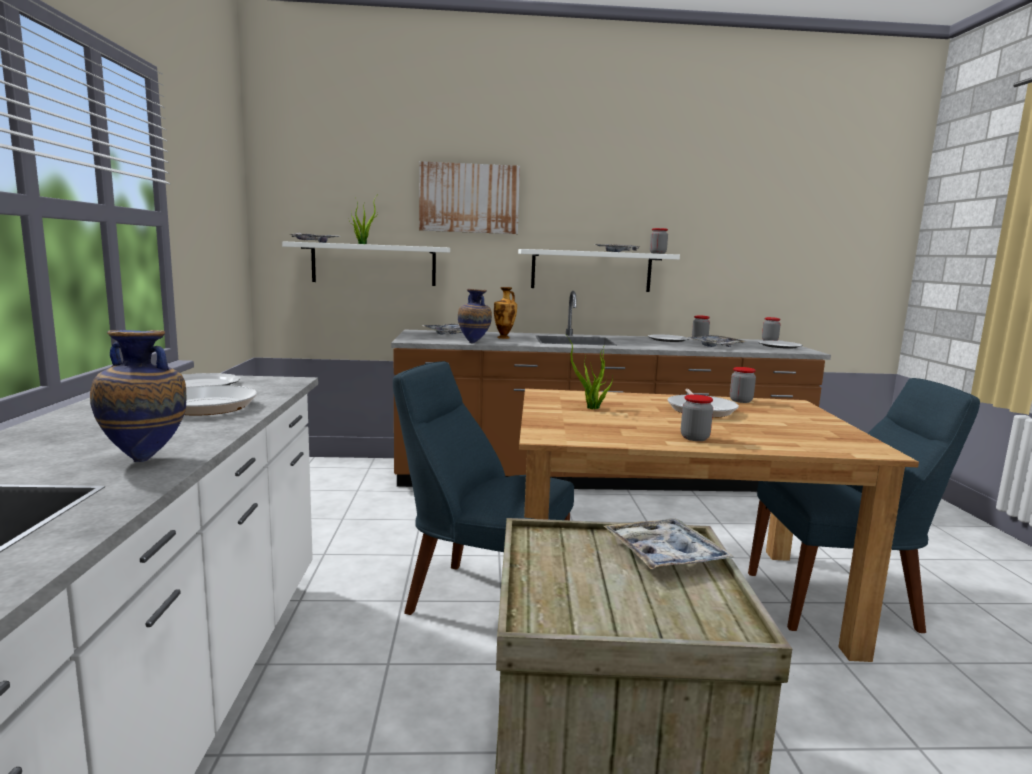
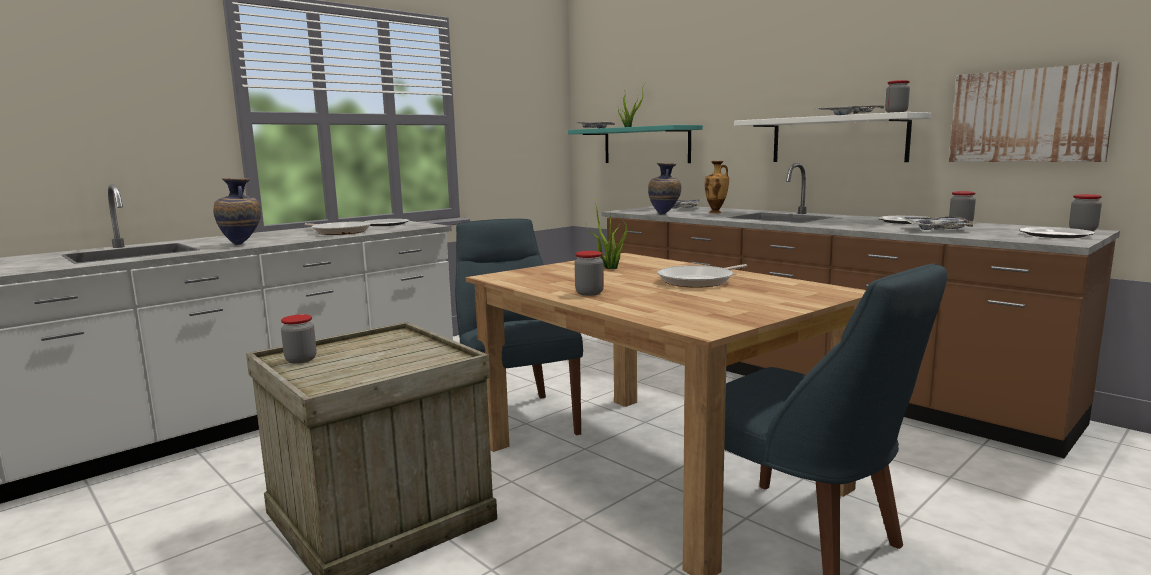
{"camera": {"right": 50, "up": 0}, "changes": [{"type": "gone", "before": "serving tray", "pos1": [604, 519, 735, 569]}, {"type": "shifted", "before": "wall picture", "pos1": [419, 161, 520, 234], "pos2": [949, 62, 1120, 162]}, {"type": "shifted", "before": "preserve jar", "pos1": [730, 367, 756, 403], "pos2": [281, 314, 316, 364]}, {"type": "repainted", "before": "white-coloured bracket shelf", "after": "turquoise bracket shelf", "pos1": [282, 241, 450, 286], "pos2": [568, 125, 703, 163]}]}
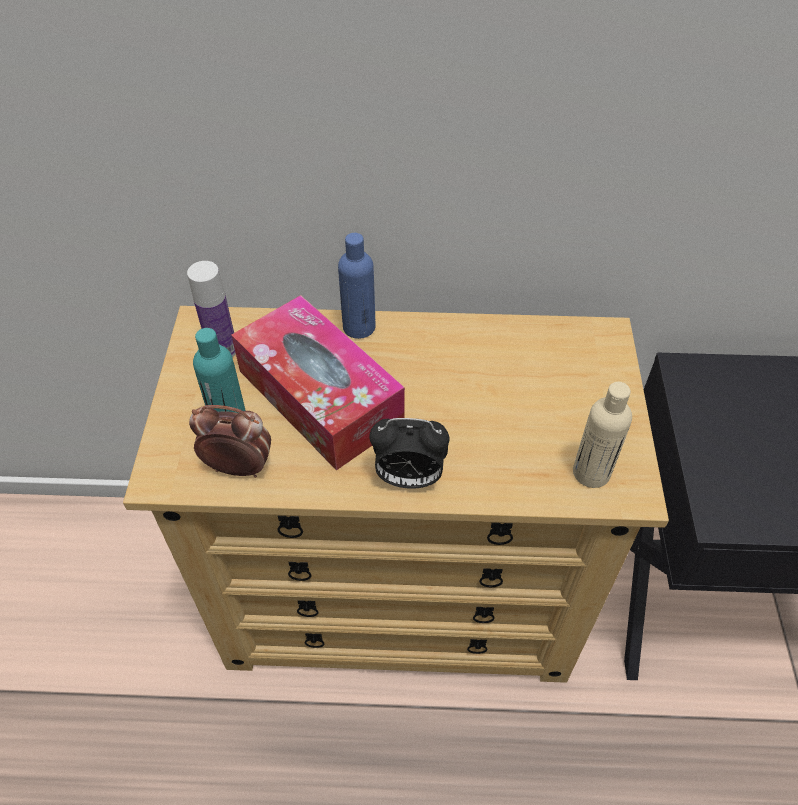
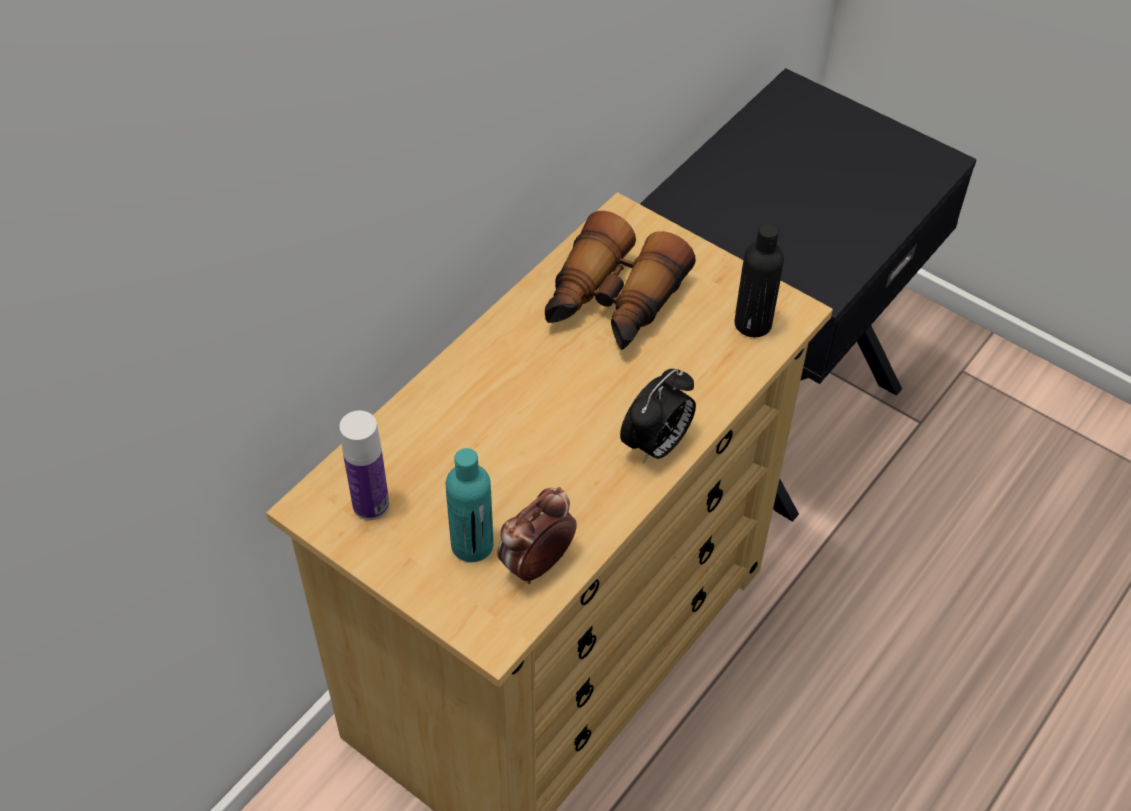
{"camera": {"right": -55, "up": 0}, "changes": [{"type": "gone", "before": "tissue box", "pos1": [231, 295, 405, 470]}, {"type": "gone", "before": "blue-coloured beverage bottle", "pos1": [338, 233, 376, 339]}, {"type": "new", "after": "pair of binoculars", "pos2": [545, 211, 696, 350]}, {"type": "repainted", "before": "beige-coloured beverage bottle", "after": "black beverage bottle", "pos1": [573, 382, 632, 488], "pos2": [734, 223, 784, 337]}]}
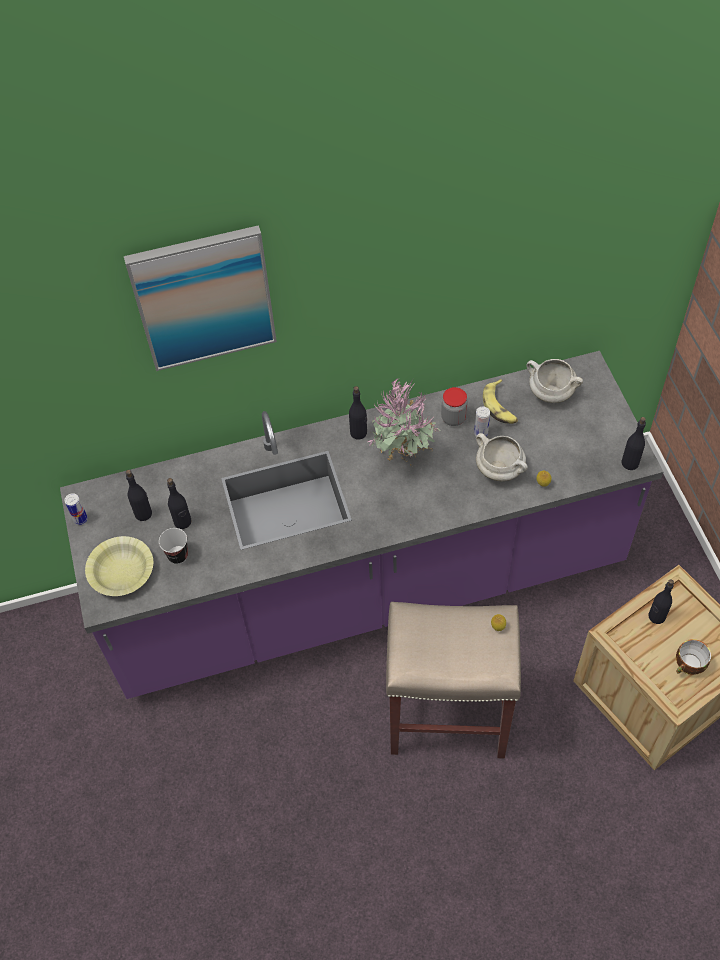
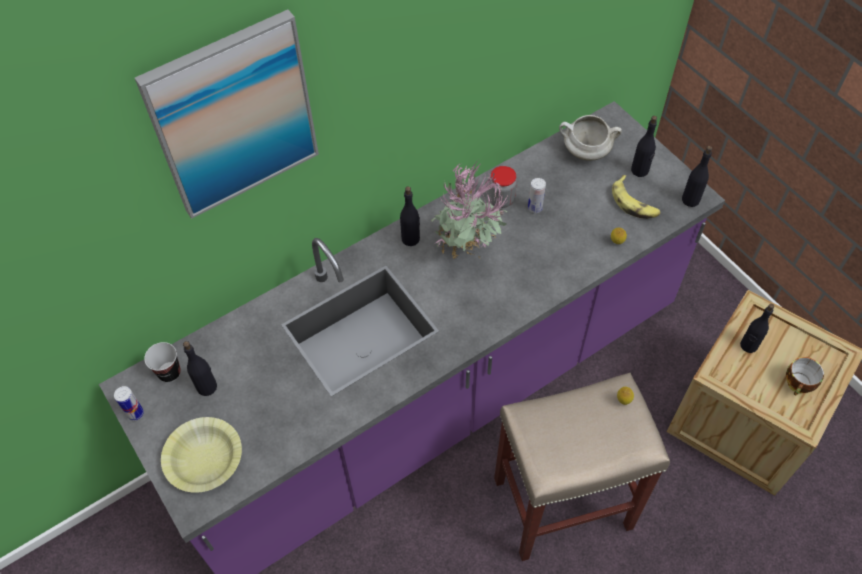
{"camera": {"right": -20, "up": 0}, "changes": [{"type": "gone", "before": "white-coloured cooking pot", "pos1": [476, 433, 528, 481]}, {"type": "shifted", "before": "cup", "pos1": [159, 528, 188, 564], "pos2": [144, 342, 181, 382]}, {"type": "shifted", "before": "black beverage bottle", "pos1": [167, 478, 191, 529], "pos2": [631, 116, 657, 177]}, {"type": "shifted", "before": "whole banana", "pos1": [483, 379, 518, 424], "pos2": [612, 175, 661, 219]}]}
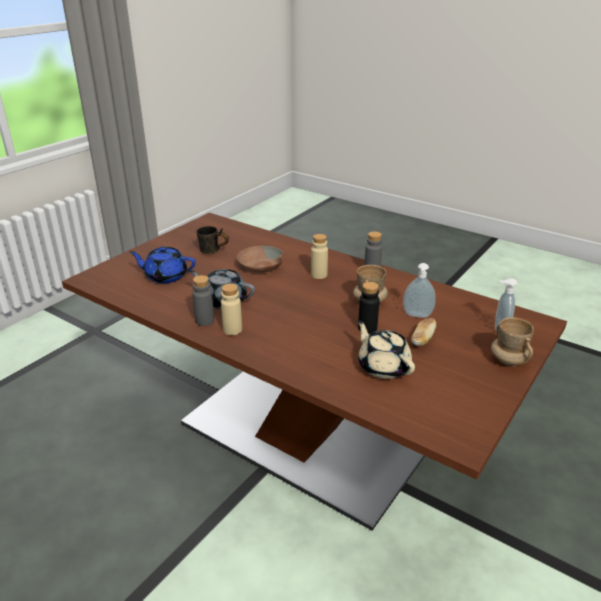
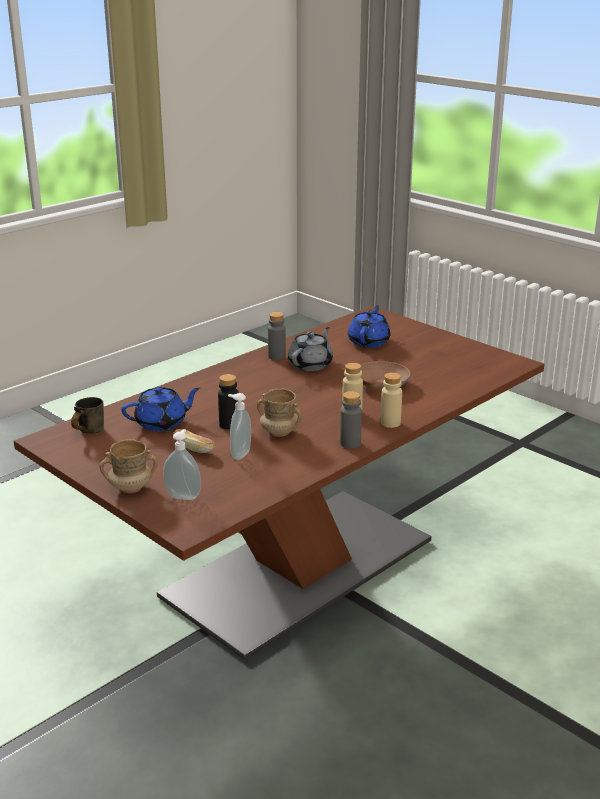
{"camera": {"right": 100, "up": -5}, "changes": [{"type": "shifted", "before": "gray mug", "pos1": [197, 226, 229, 254], "pos2": [71, 397, 104, 434]}, {"type": "shifted", "before": "beige-coloured beverage bottle", "pos1": [221, 284, 242, 335], "pos2": [381, 373, 402, 428]}, {"type": "repainted", "before": "beige-coloured pot for tea", "after": "blue-coloured pot for tea", "pos1": [357, 320, 415, 379], "pos2": [121, 386, 200, 431]}]}
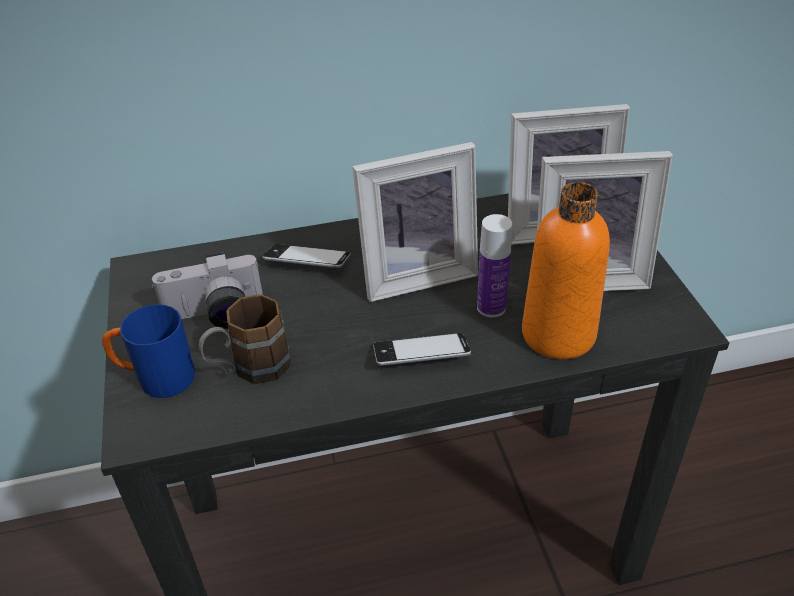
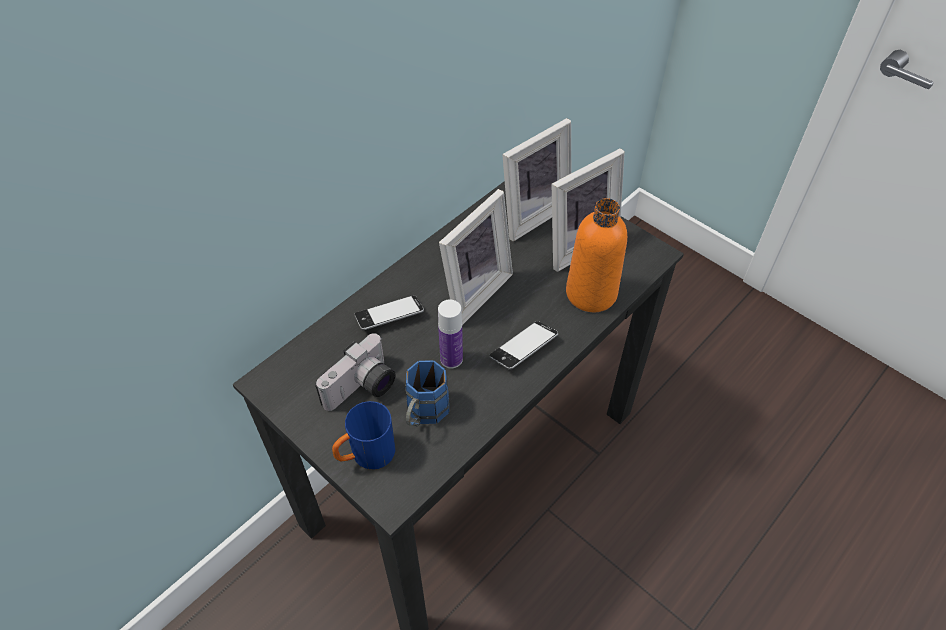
{"camera": {"right": -35, "up": 10}, "changes": [{"type": "shifted", "before": "beverage bottle", "pos1": [477, 214, 512, 317], "pos2": [438, 299, 463, 368]}, {"type": "repainted", "before": "brown-coloured mug", "after": "blue-coloured mug", "pos1": [199, 294, 291, 384], "pos2": [405, 360, 449, 427]}]}
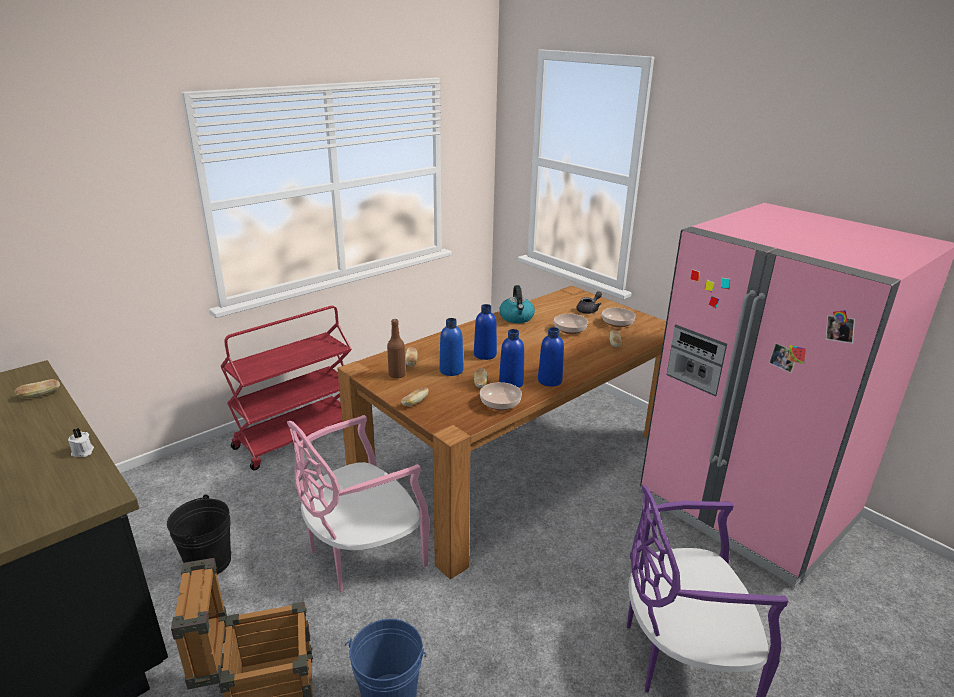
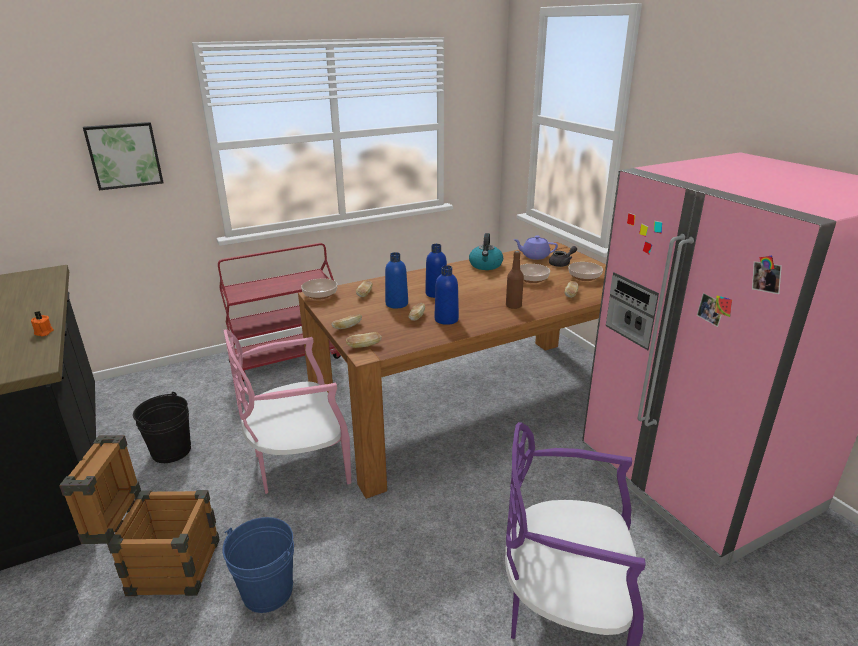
{"camera": {"right": 15, "up": 0}, "changes": [{"type": "gone", "before": "blue-coloured beverage bottle", "pos1": [538, 327, 564, 387]}, {"type": "new", "after": "wall picture", "pos2": [83, 122, 164, 191]}, {"type": "new", "after": "purple-coloured pot for tea", "pos2": [513, 236, 558, 260]}, {"type": "shifted", "before": "bakery bread", "pos1": [15, 379, 60, 398], "pos2": [346, 332, 382, 348]}, {"type": "shifted", "before": "brown-coloured beverage bottle", "pos1": [387, 319, 406, 379], "pos2": [506, 251, 524, 309]}, {"type": "shifted", "before": "bowl", "pos1": [480, 382, 522, 410], "pos2": [301, 278, 337, 300]}, {"type": "repainted", "before": "white-coloured candle", "after": "orangey candle", "pos1": [68, 428, 94, 457], "pos2": [31, 311, 54, 336]}]}
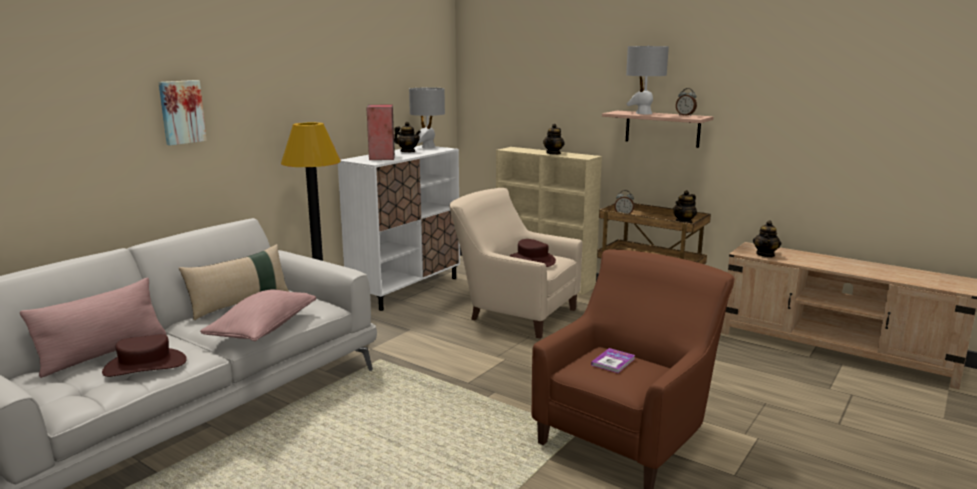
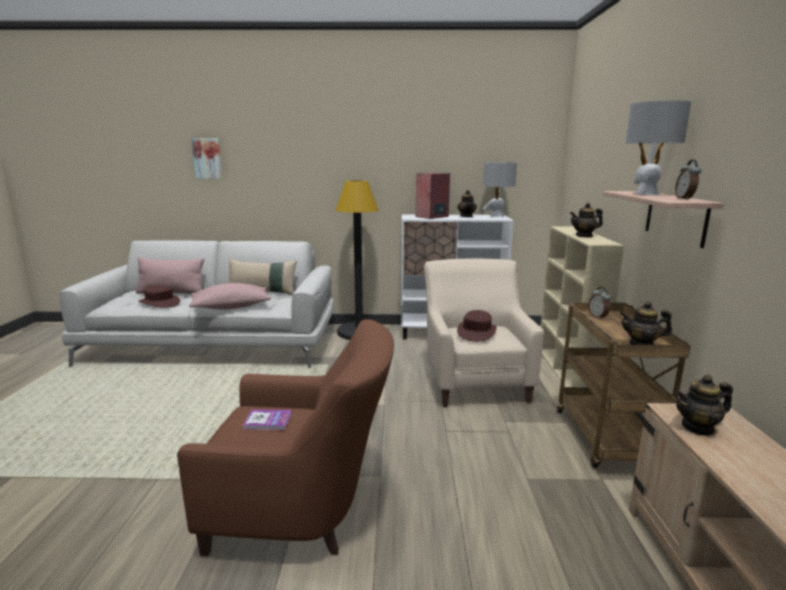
{"camera": {"right": 55, "up": 0}, "changes": [{"type": "shifted", "before": "wall picture", "pos1": [158, 80, 207, 145], "pos2": [191, 138, 223, 179]}]}
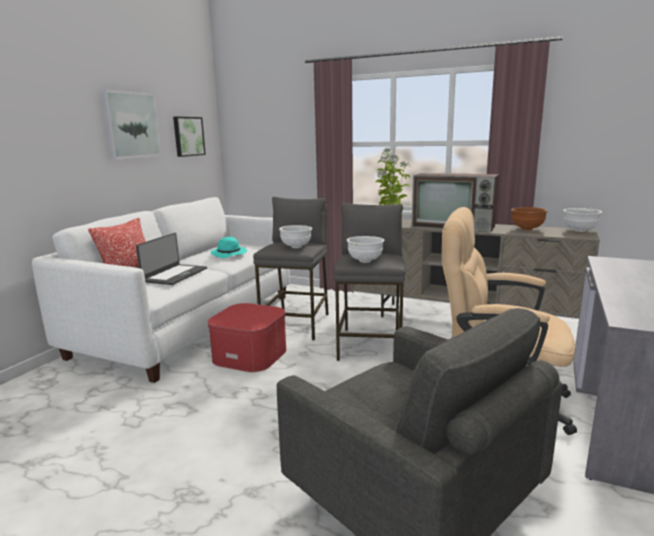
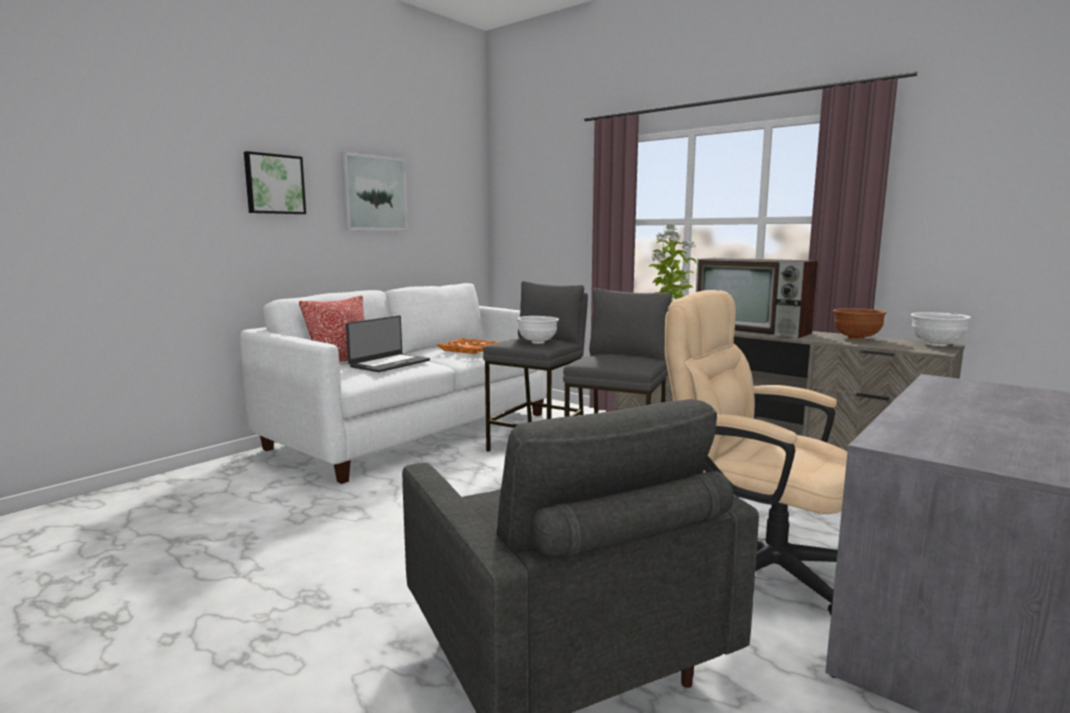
{"camera": {"right": 15, "up": -5}, "changes": [{"type": "gone", "before": "footrest", "pos1": [207, 303, 287, 372]}, {"type": "gone", "before": "white-coloured bowl", "pos1": [347, 236, 384, 263]}, {"type": "shifted", "before": "wall picture", "pos1": [173, 117, 206, 157], "pos2": [244, 151, 306, 214]}, {"type": "swapped", "before": "turquoise hat", "after": "orangey serving tray", "pos1": [211, 237, 247, 258], "pos2": [437, 338, 498, 354]}]}
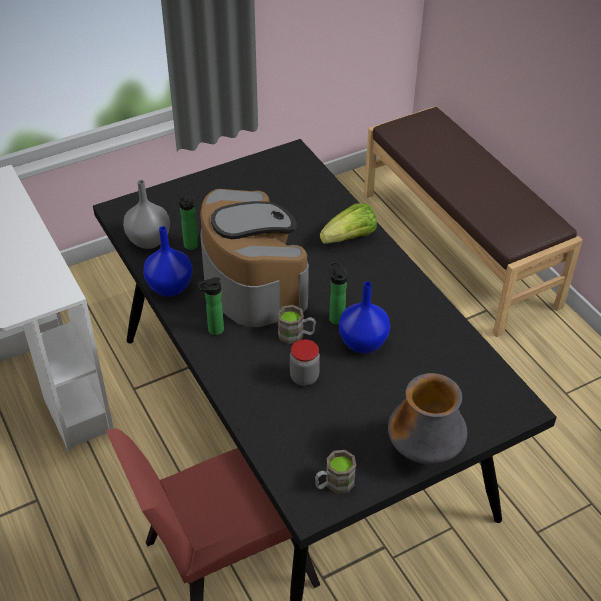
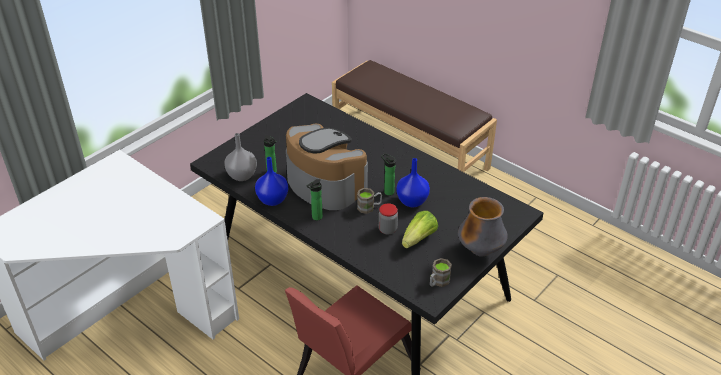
{"camera": {"right": -20, "up": -5}, "changes": [{"type": "shifted", "before": "lettuce head", "pos1": [320, 203, 377, 244], "pos2": [402, 211, 438, 248]}]}
